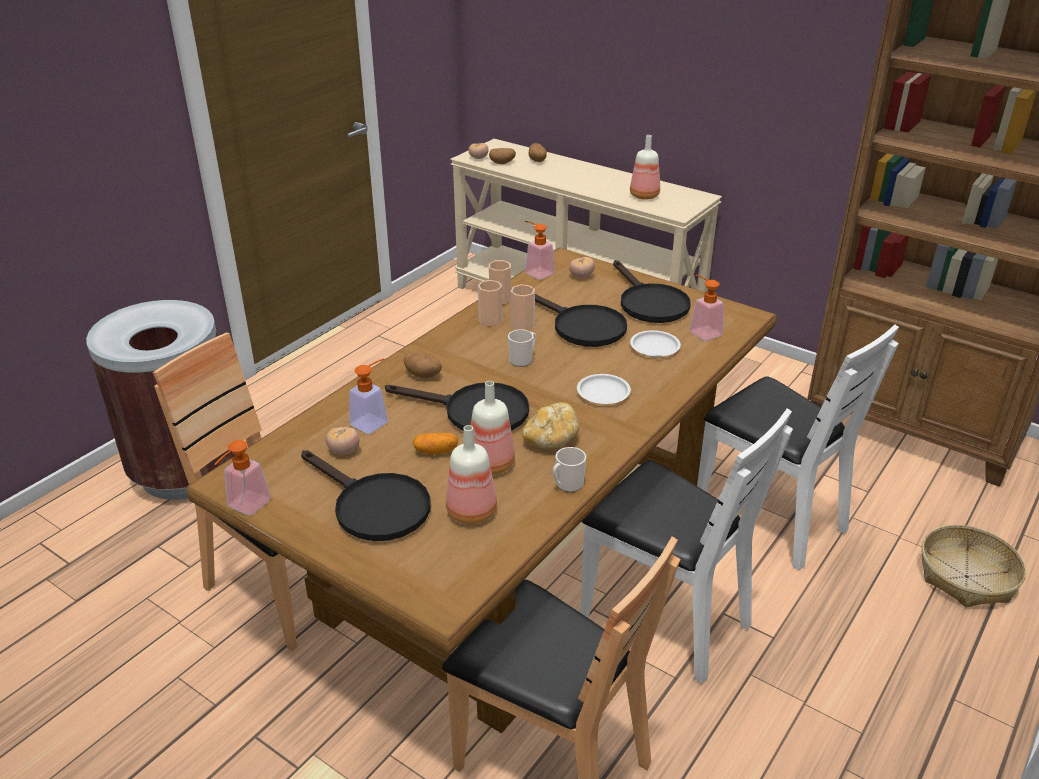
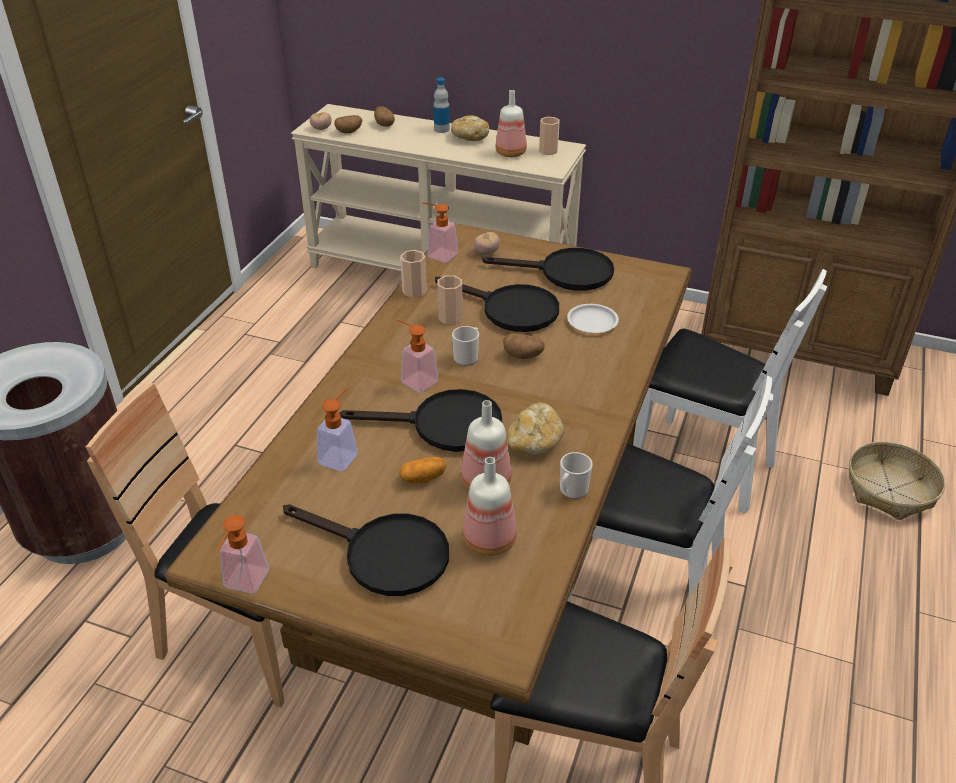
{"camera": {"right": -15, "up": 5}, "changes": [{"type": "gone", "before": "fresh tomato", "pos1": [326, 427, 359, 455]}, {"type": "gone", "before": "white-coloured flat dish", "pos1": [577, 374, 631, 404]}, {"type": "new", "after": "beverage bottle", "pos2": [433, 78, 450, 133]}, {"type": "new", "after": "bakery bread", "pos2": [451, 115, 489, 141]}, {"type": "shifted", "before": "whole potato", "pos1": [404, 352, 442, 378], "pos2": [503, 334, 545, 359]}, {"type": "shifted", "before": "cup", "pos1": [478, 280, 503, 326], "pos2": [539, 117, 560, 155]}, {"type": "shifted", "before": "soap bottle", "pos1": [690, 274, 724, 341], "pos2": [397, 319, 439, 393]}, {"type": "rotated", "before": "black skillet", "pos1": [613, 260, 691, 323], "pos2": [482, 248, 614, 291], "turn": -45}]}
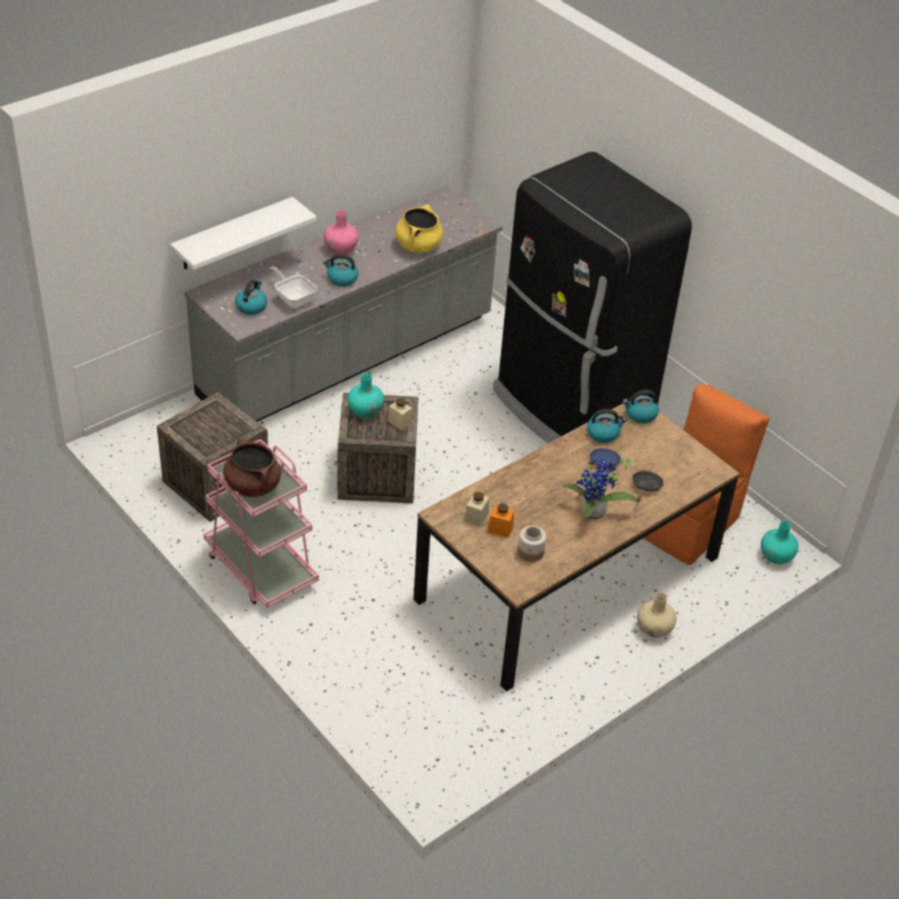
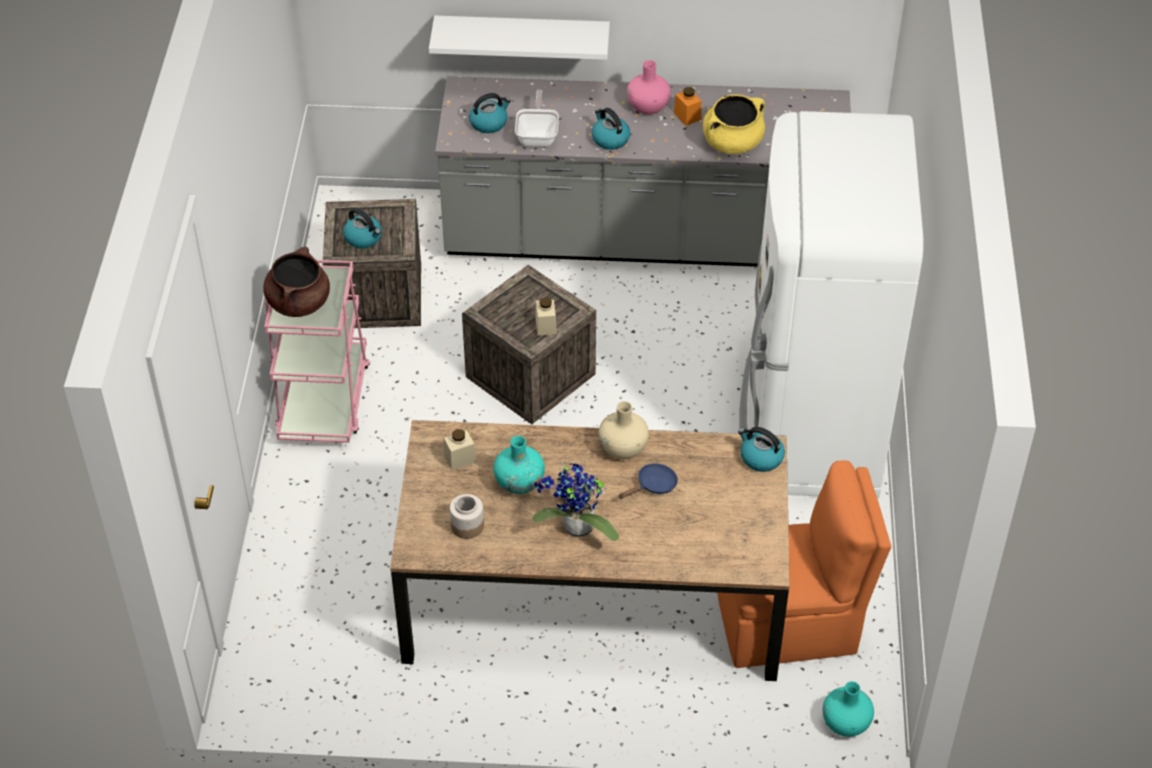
{"camera": {"right": 45, "up": 5}, "changes": [{"type": "gone", "before": "black skillet", "pos1": [632, 471, 663, 502]}, {"type": "shifted", "before": "turquoise flower vase", "pos1": [348, 373, 385, 418], "pos2": [493, 436, 545, 494]}, {"type": "shifted", "before": "orangey preserve jar", "pos1": [488, 504, 514, 538], "pos2": [674, 87, 702, 126]}, {"type": "shifted", "before": "tea kettle", "pos1": [587, 409, 627, 443], "pos2": [343, 208, 382, 248]}, {"type": "shifted", "before": "beige-coloured flower vase", "pos1": [637, 593, 677, 638], "pos2": [598, 401, 649, 459]}, {"type": "repainted", "before": "black kitchen fridge", "after": "white-coloured kitchen fridge", "pos1": [493, 152, 692, 443], "pos2": [740, 111, 924, 499]}]}
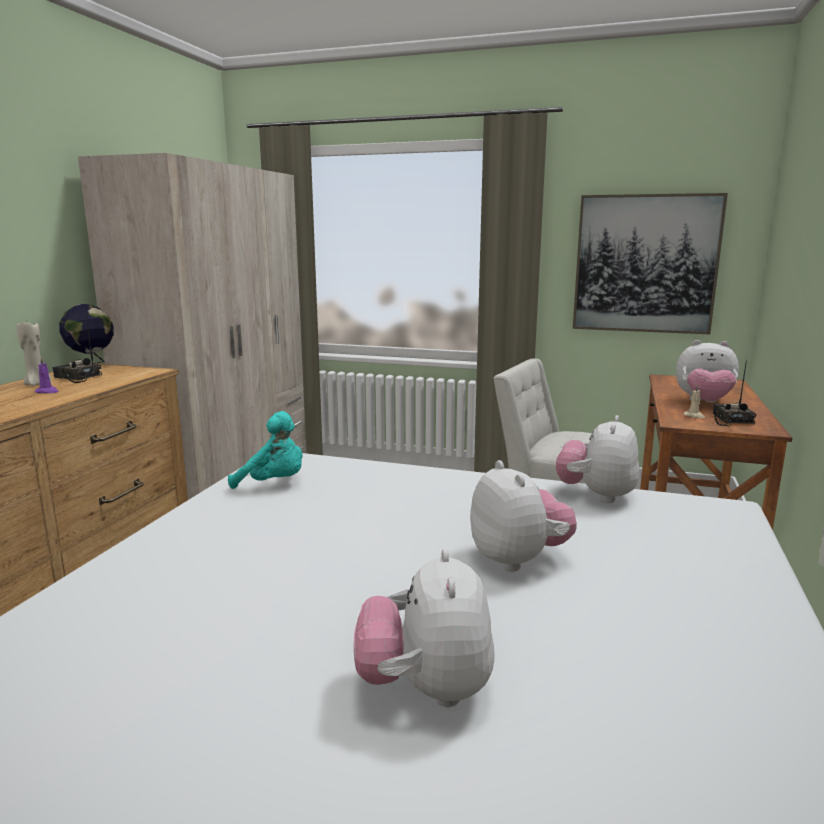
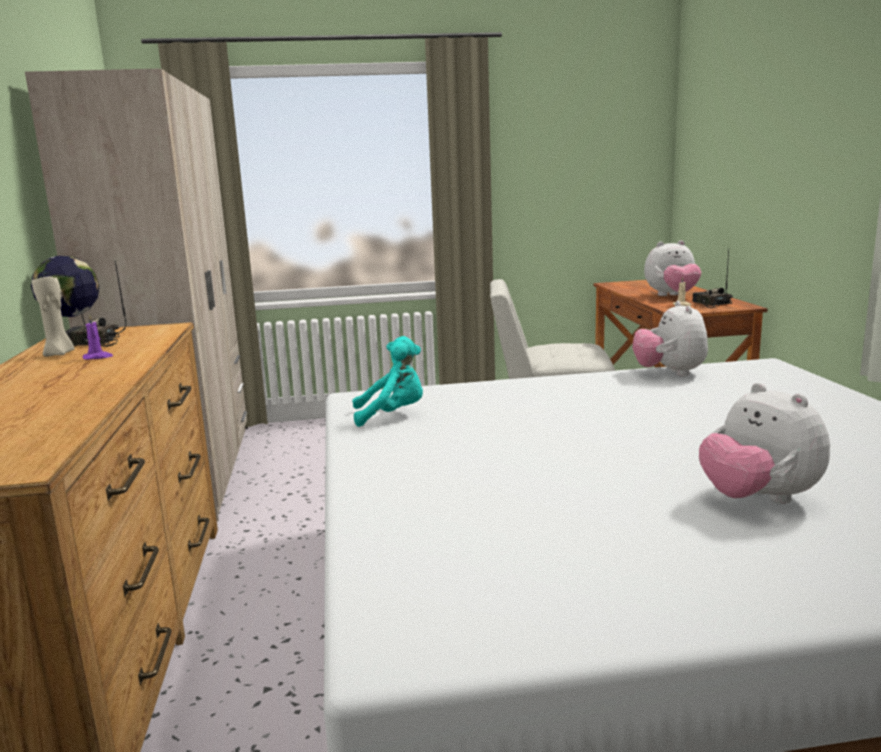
{"camera": {"right": -25, "up": 0}, "changes": [{"type": "gone", "before": "plush toy", "pos1": [470, 460, 577, 572]}, {"type": "gone", "before": "wall picture", "pos1": [573, 193, 728, 334]}]}
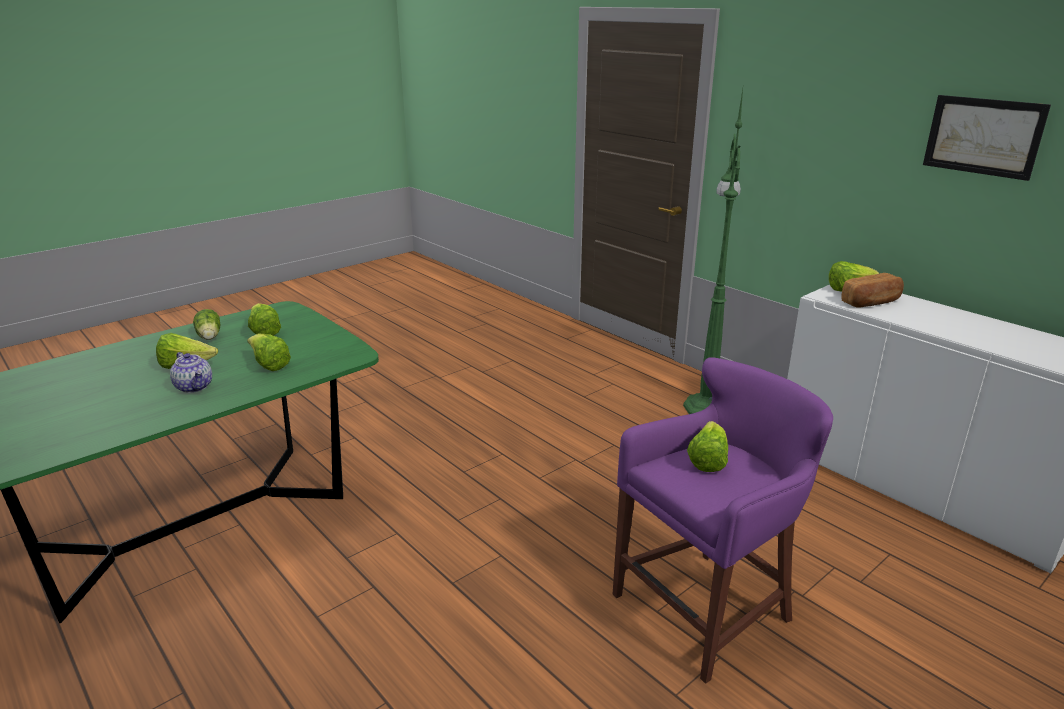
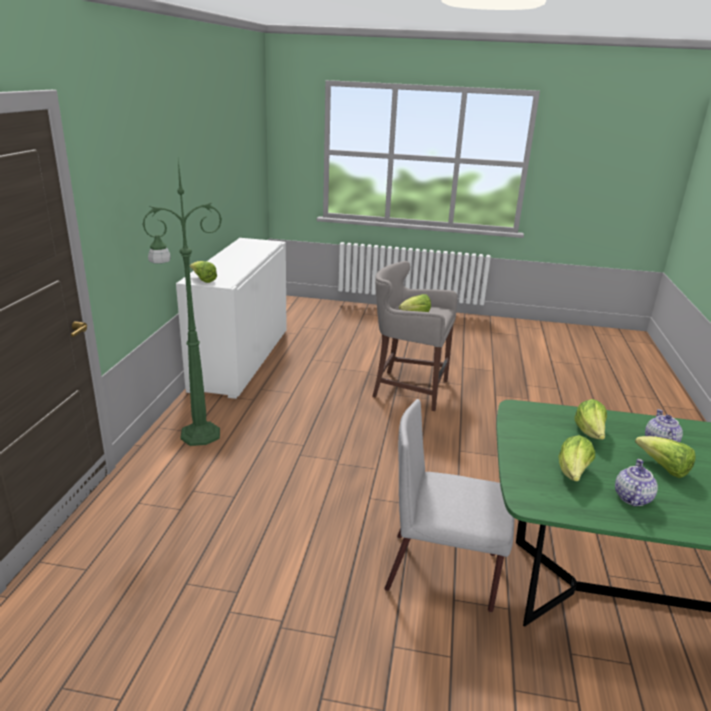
{"camera": {"right": -130, "up": 0}, "changes": [{"type": "gone", "before": "bakery bread", "pos1": [841, 273, 904, 308]}, {"type": "gone", "before": "wall picture", "pos1": [923, 95, 1051, 181]}, {"type": "new", "after": "gray chair", "pos2": [384, 399, 514, 612]}, {"type": "swapped", "before": "lettuce head", "after": "pot for tea", "pos1": [193, 309, 221, 340], "pos2": [615, 459, 658, 507]}, {"type": "repainted", "before": "purple-coloured sitting stool", "after": "gray sitting stool", "pos1": [613, 357, 833, 684], "pos2": [372, 261, 457, 411]}]}
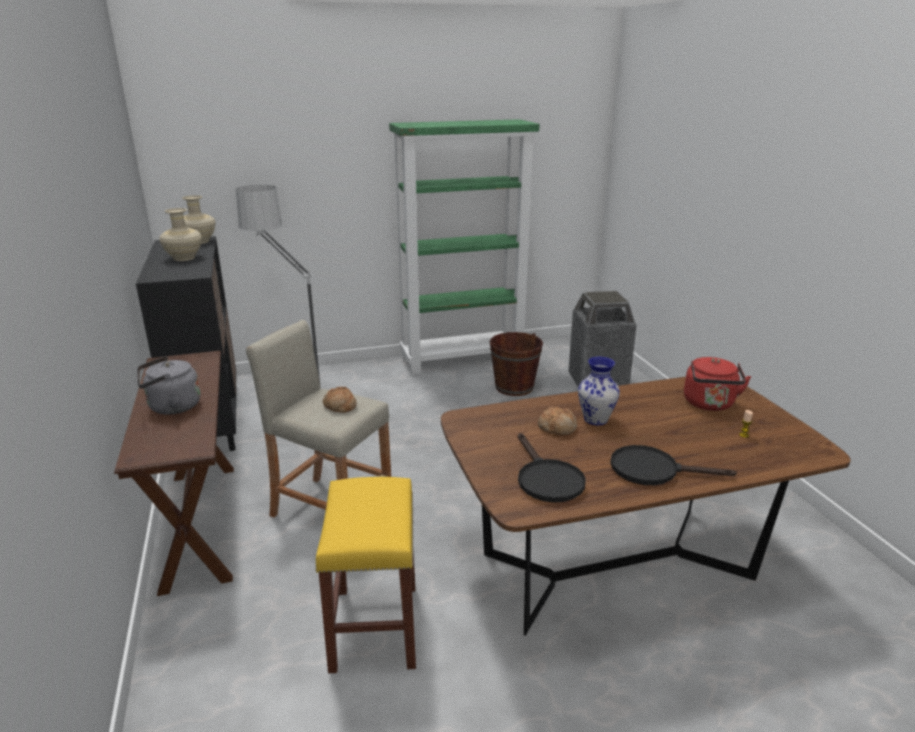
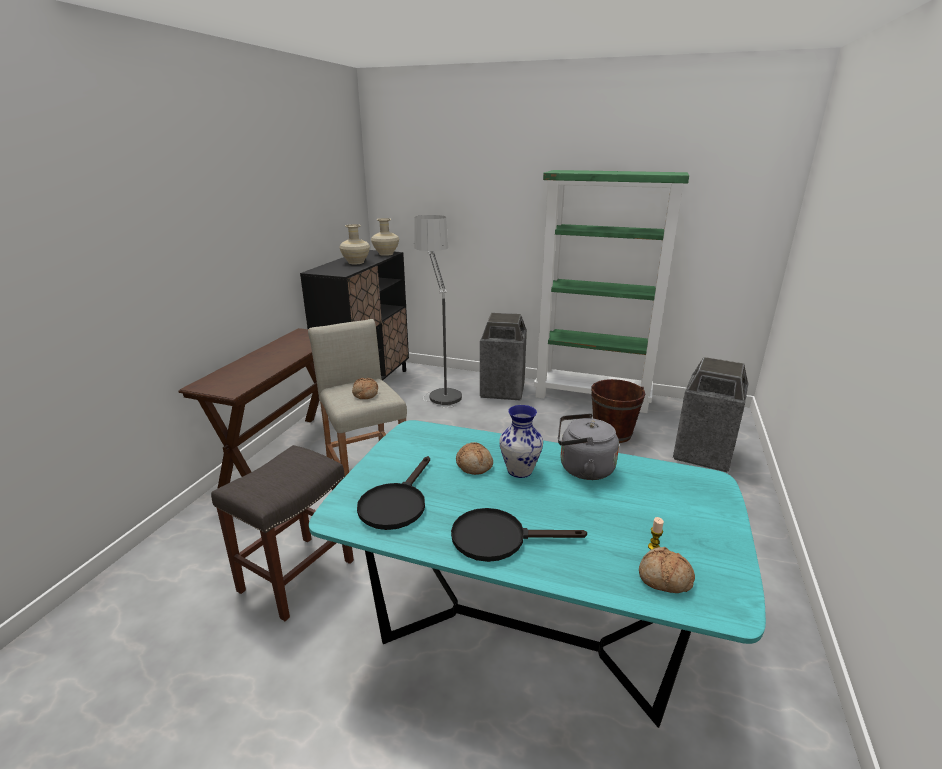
{"camera": {"right": 35, "up": 0}, "changes": [{"type": "gone", "before": "red tea kettle", "pos1": [684, 357, 751, 411]}, {"type": "new", "after": "waste bin", "pos2": [480, 313, 527, 400]}, {"type": "new", "after": "bakery bread", "pos2": [639, 547, 695, 593]}, {"type": "shifted", "before": "gray tea kettle", "pos1": [137, 356, 200, 415], "pos2": [558, 413, 619, 480]}, {"type": "repainted", "before": "yellow sitting stool", "after": "gray sitting stool", "pos1": [315, 477, 416, 673], "pos2": [211, 445, 354, 621]}, {"type": "repainted", "before": "brown-coloured dinner table", "after": "turquoise dinner table", "pos1": [441, 377, 851, 636], "pos2": [309, 420, 766, 728]}, {"type": "rotated", "before": "black skillet", "pos1": [610, 445, 737, 485], "pos2": [451, 508, 587, 562], "turn": -45}]}
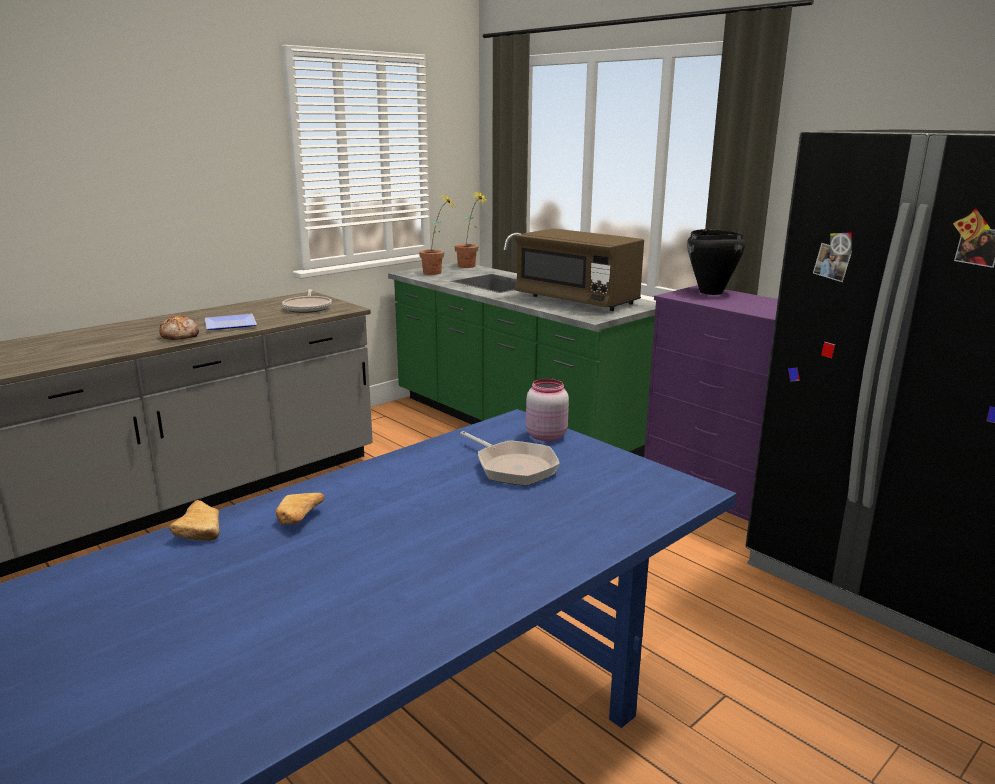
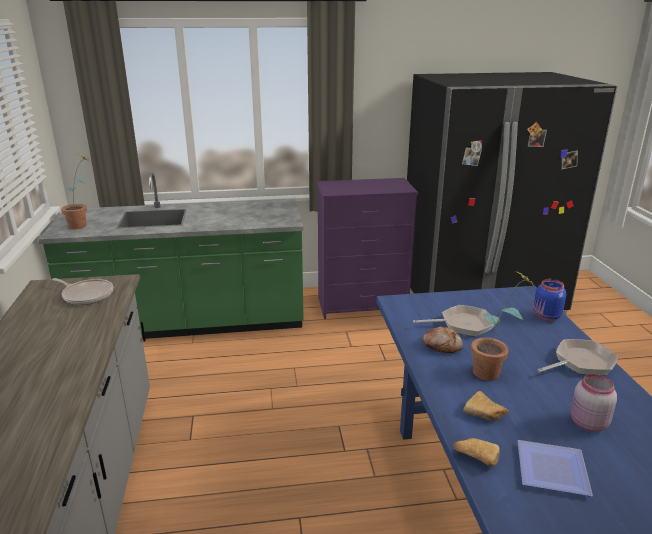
{"camera": {"right": -55, "up": 5}, "changes": [{"type": "gone", "before": "brown-coloured kitchen microwave", "pos1": [515, 228, 644, 311]}, {"type": "gone", "before": "black cooking pot", "pos1": [687, 229, 746, 295]}, {"type": "new", "after": "blue-coloured preserve jar", "pos2": [533, 279, 566, 321]}, {"type": "new", "after": "skillet", "pos2": [537, 339, 618, 375]}, {"type": "shifted", "before": "bakery bread", "pos1": [159, 315, 199, 340], "pos2": [423, 326, 463, 353]}, {"type": "shifted", "before": "flat dish", "pos1": [205, 314, 257, 330], "pos2": [518, 440, 593, 496]}, {"type": "shifted", "before": "houseplant", "pos1": [455, 192, 490, 268], "pos2": [471, 271, 536, 381]}, {"type": "shifted", "before": "pink preserve jar", "pos1": [526, 378, 569, 442], "pos2": [570, 374, 617, 432]}]}
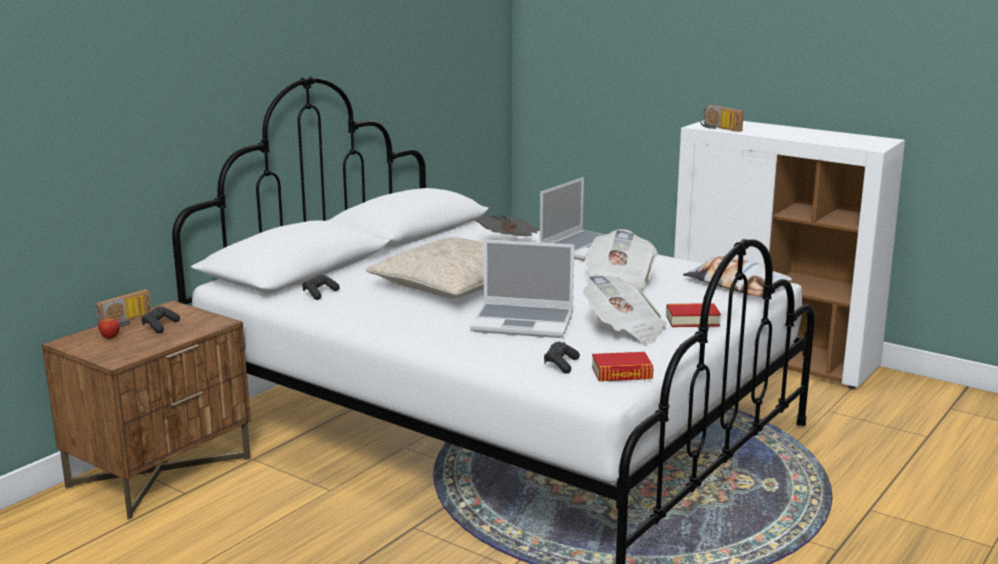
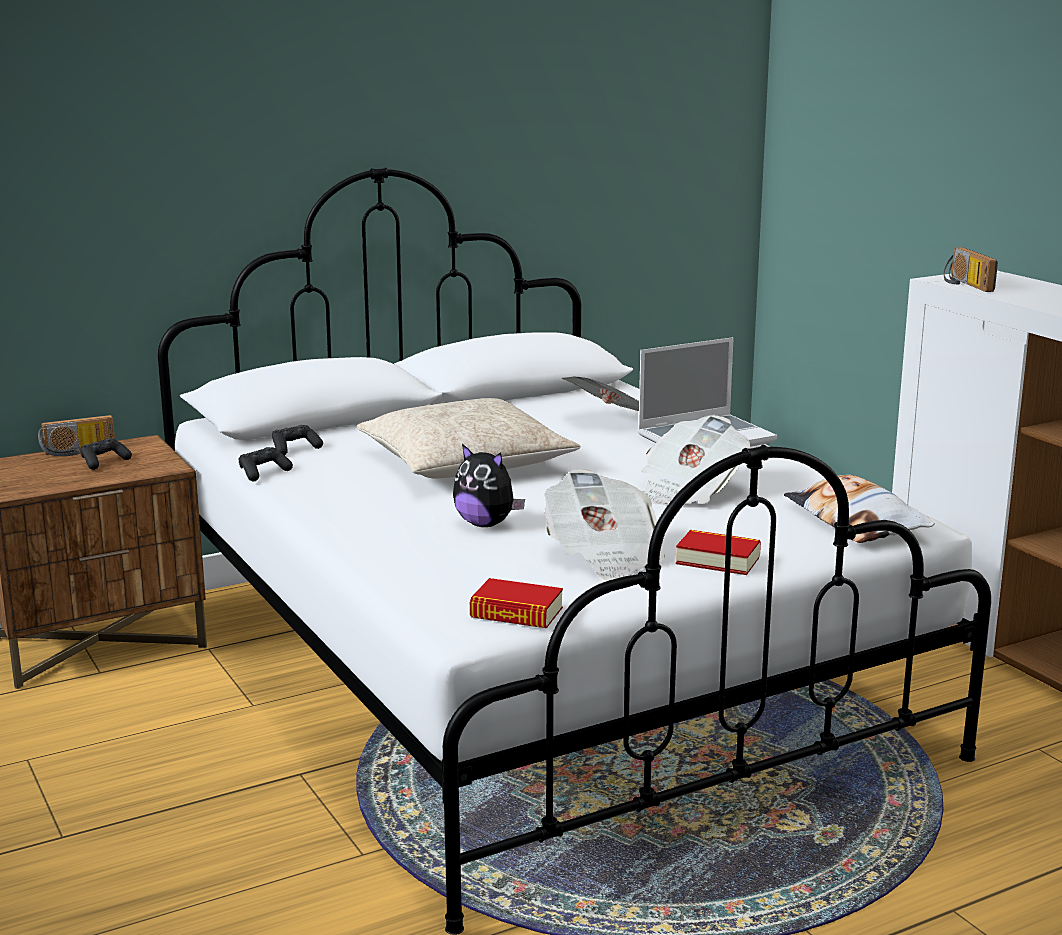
{"camera": {"right": 25, "up": 0}, "changes": [{"type": "gone", "before": "apple", "pos1": [98, 318, 120, 339]}, {"type": "shifted", "before": "black joypad", "pos1": [544, 342, 580, 374], "pos2": [239, 447, 293, 482]}, {"type": "swapped", "before": "portable computer", "after": "plush toy", "pos1": [470, 239, 574, 338], "pos2": [453, 444, 525, 527]}]}
